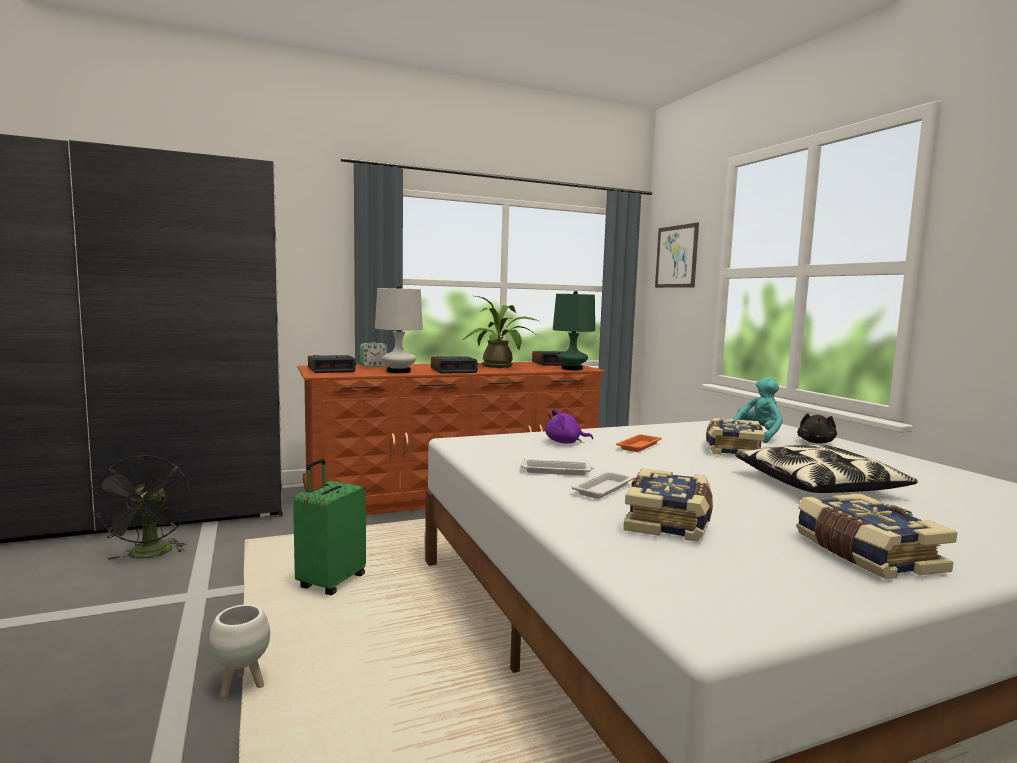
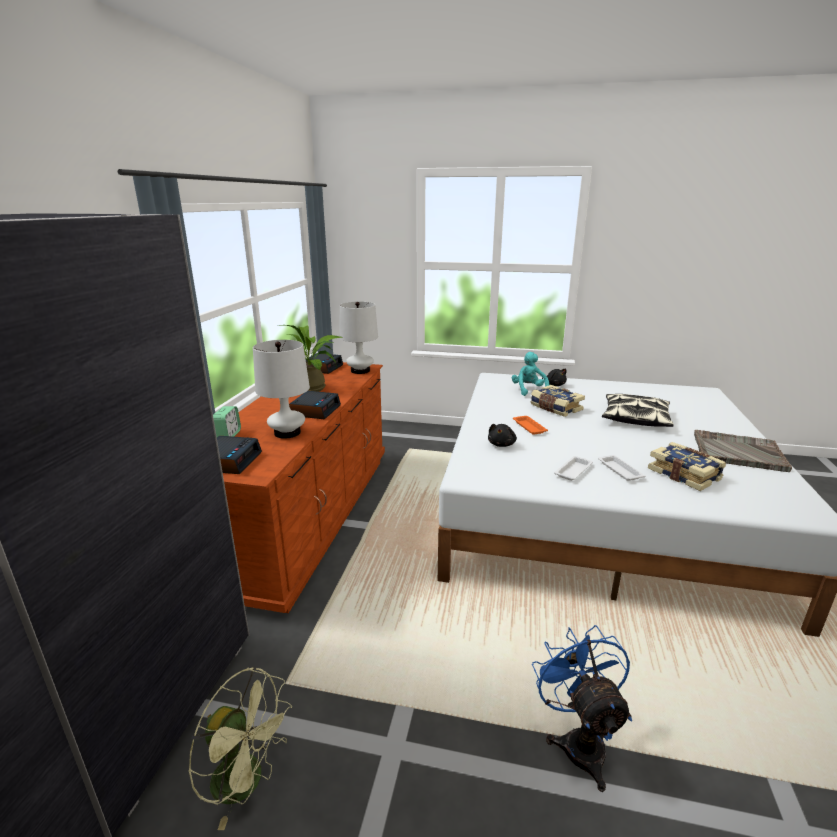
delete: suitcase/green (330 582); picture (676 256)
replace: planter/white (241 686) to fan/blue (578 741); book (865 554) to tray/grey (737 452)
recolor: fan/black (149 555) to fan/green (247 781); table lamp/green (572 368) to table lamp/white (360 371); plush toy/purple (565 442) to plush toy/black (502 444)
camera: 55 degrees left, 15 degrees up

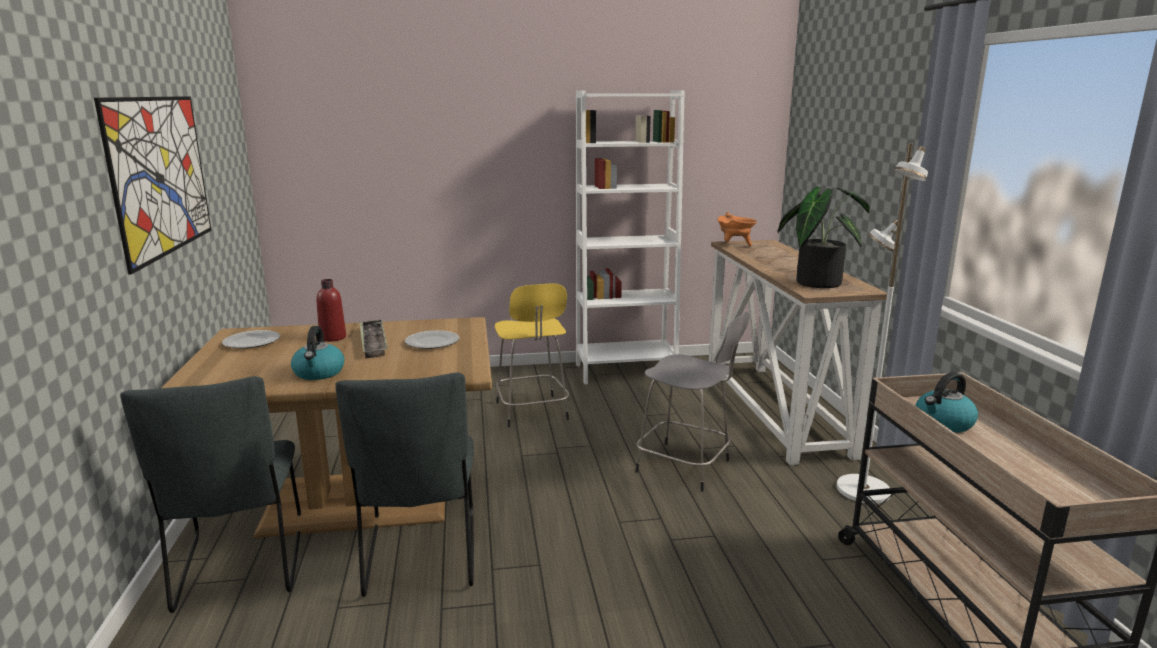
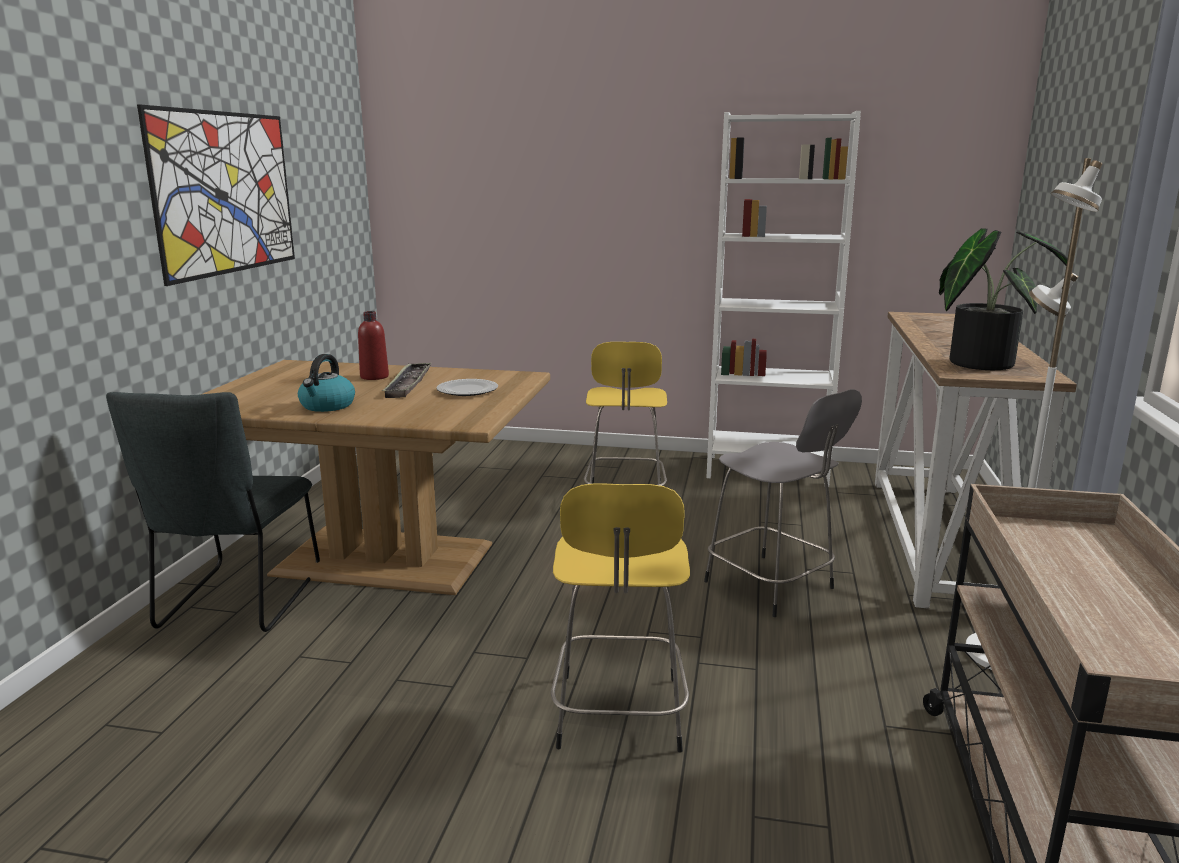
delete: plate (252 342); chair/grey (421 559); cooking pot/orange (735 245); kettle (943 423)
insert: stool/yellow (619 716)
camera: 20 degrees right, 0 degrees up

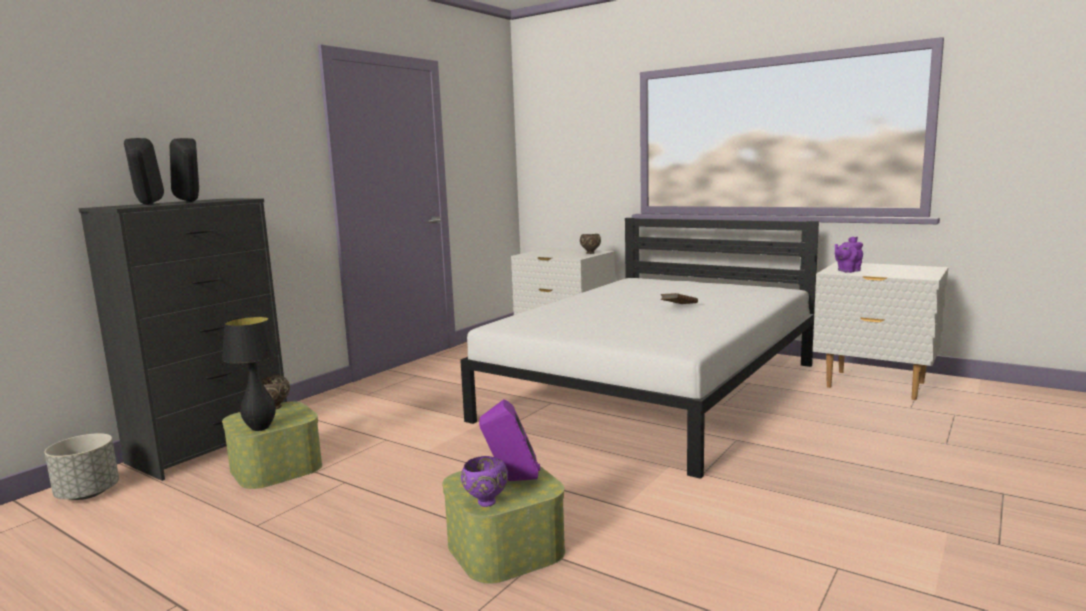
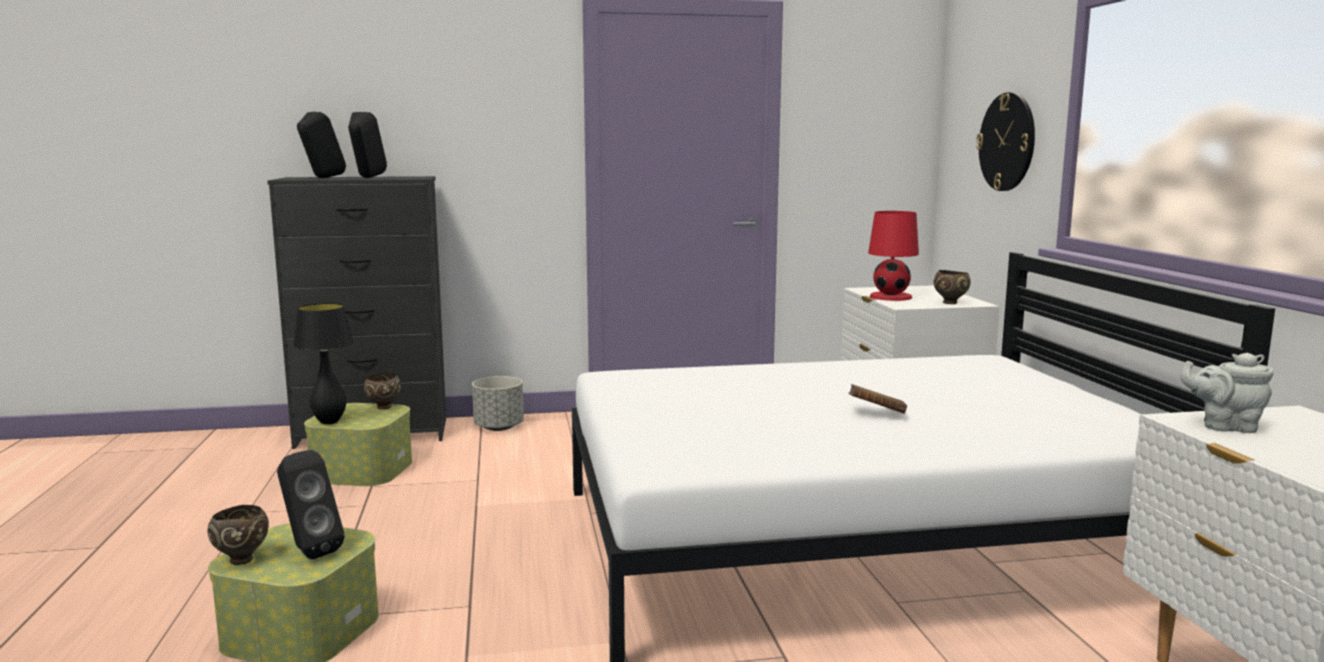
insert: table lamp/red (891 297); wall clock (1007 142)
move: planter/grey (88 493) to (499 427)
recolor: bowl/purple (485 502) to bowl/brown (241 559); speaker/purple (511 480) to speaker/black (308 551); teapot/purple (847 271) to teapot/grey (1224 426)
camera: 45 degrees right, 0 degrees up

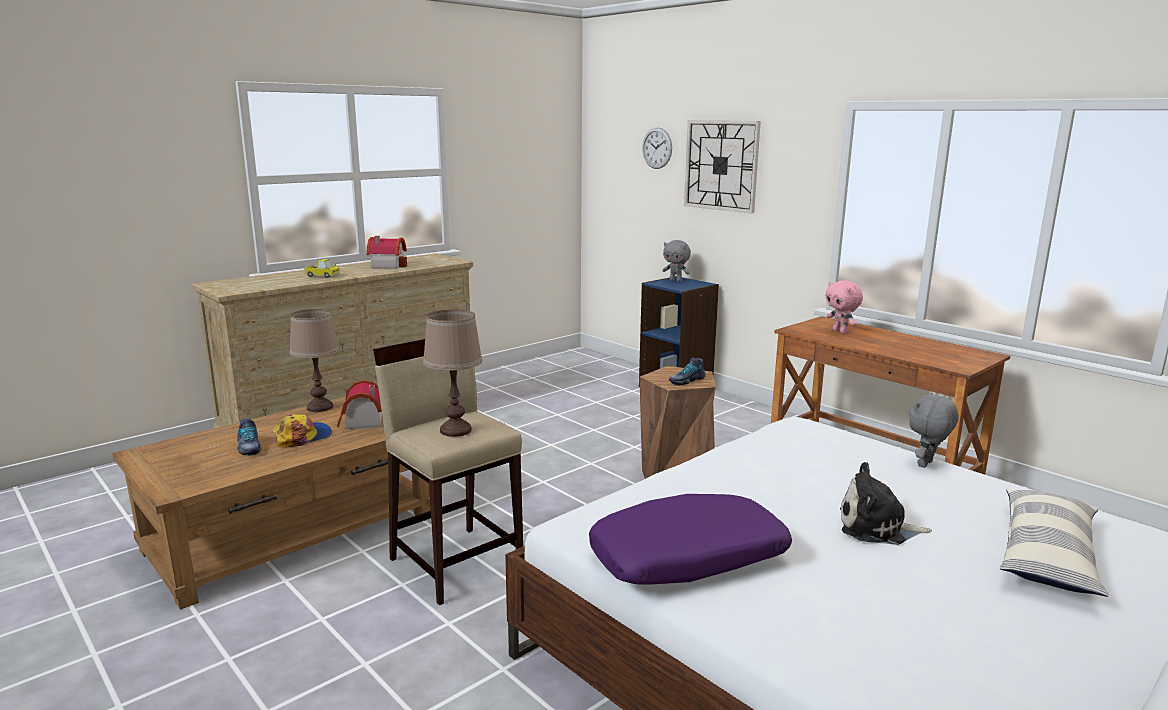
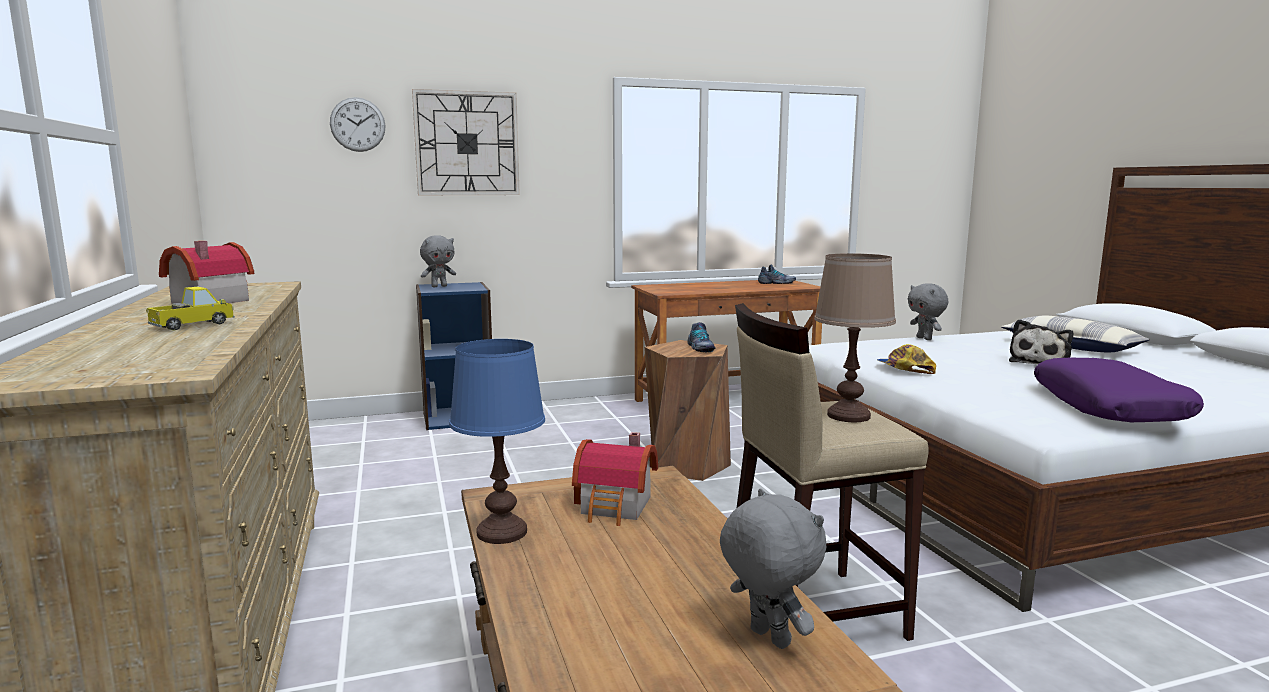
delete: plush toy/pink (840 331)
insert: plush toy/grey (767 638)
move: shoe (248 447) to (777 283); cap (303 437) to (904 369)
recolor: table lamp/brown (320 407) to table lamp/blue (502 532)
camera: 65 degrees left, 5 degrees down

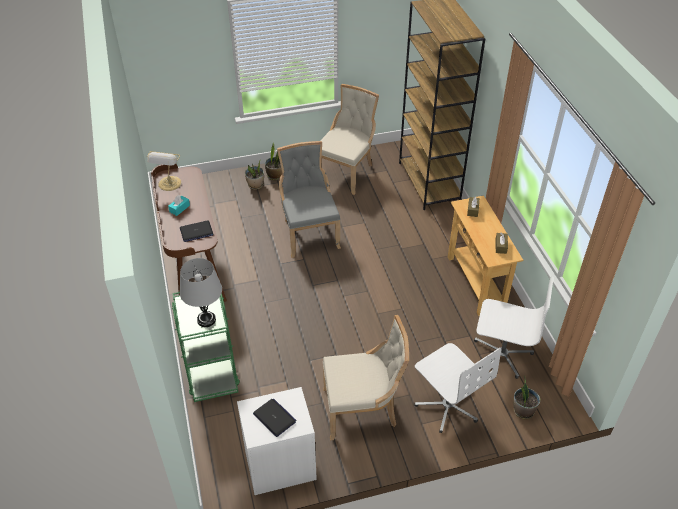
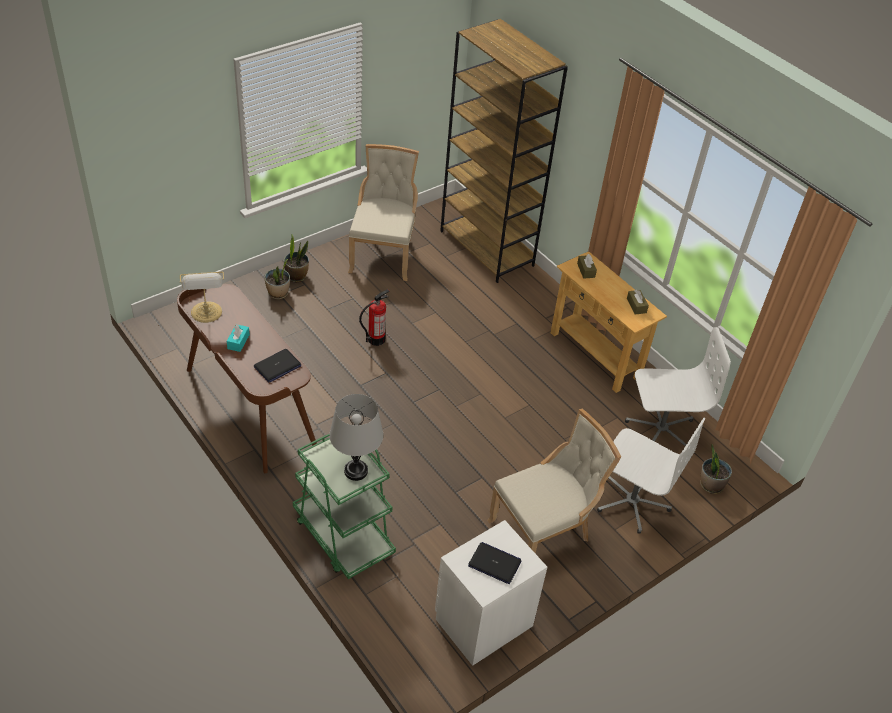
replace: chair/grey (309 233) to fire extinguisher (376 339)
camera: 25 degrees left, 0 degrees up

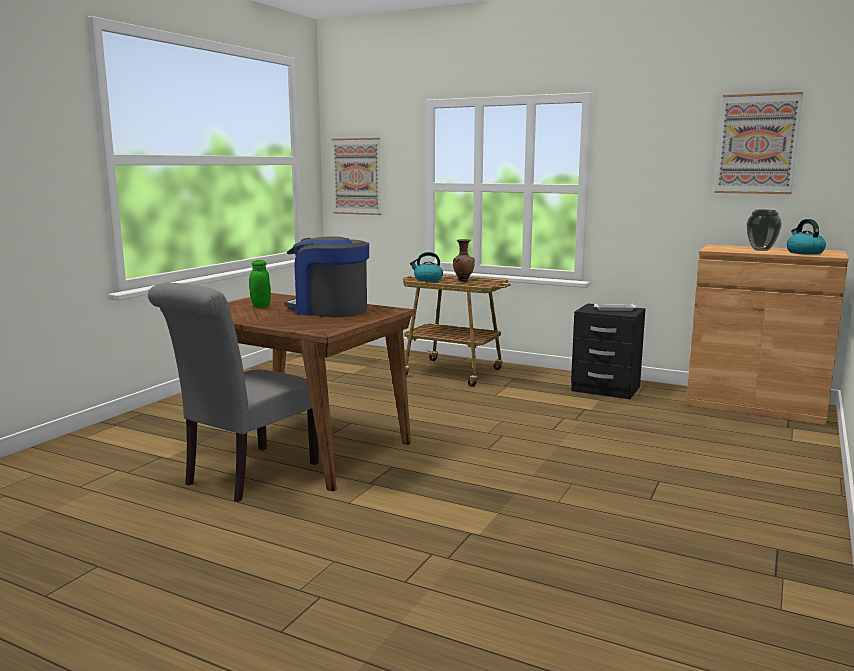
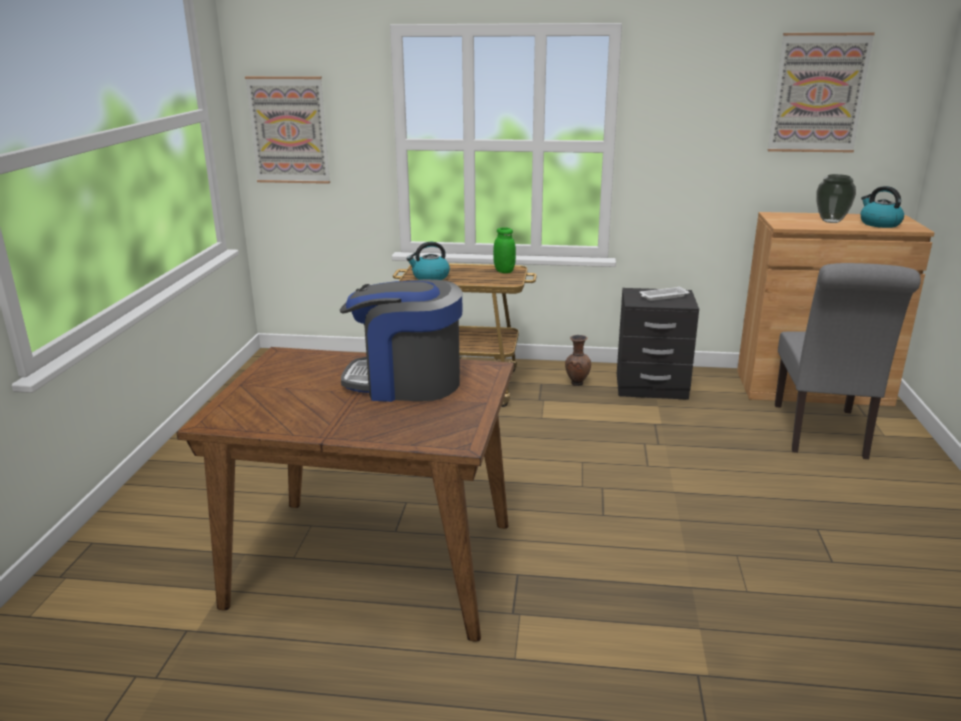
move: jar/green (261 306) to (504 271); vase/brown (463 281) to (576 383); chair/grey (246 476) to (821 434)
camera: 20 degrees left, 10 degrees up

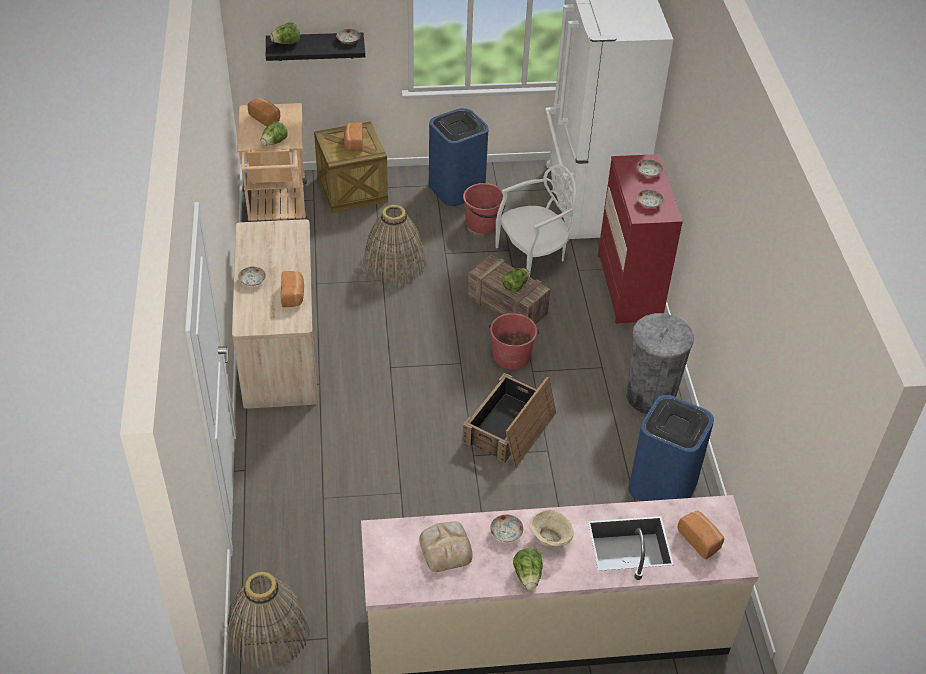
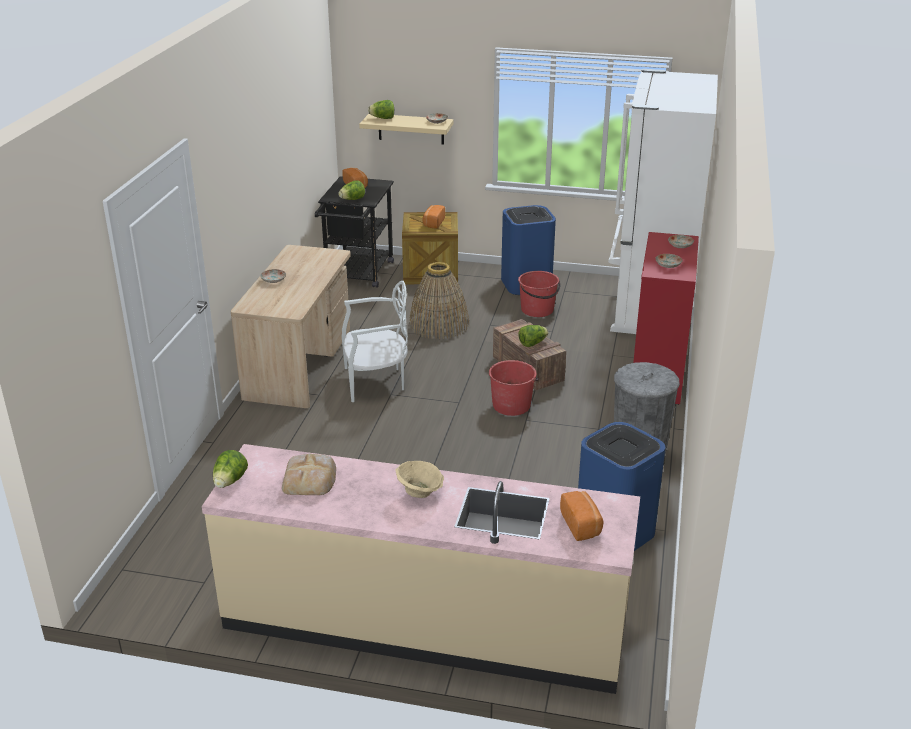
delete: basket (268 632); bread (293 295); crate (510 429); plate (506 533)
move: lettuce (528 576) to (230 481); chair/white (533 257) to (376 382)
recolor: cart/beige (277 208) to cart/black (358 275); shelf/black (315 46) to shelf/beige (411 129)
camera: 20 degrees right, 15 degrees down

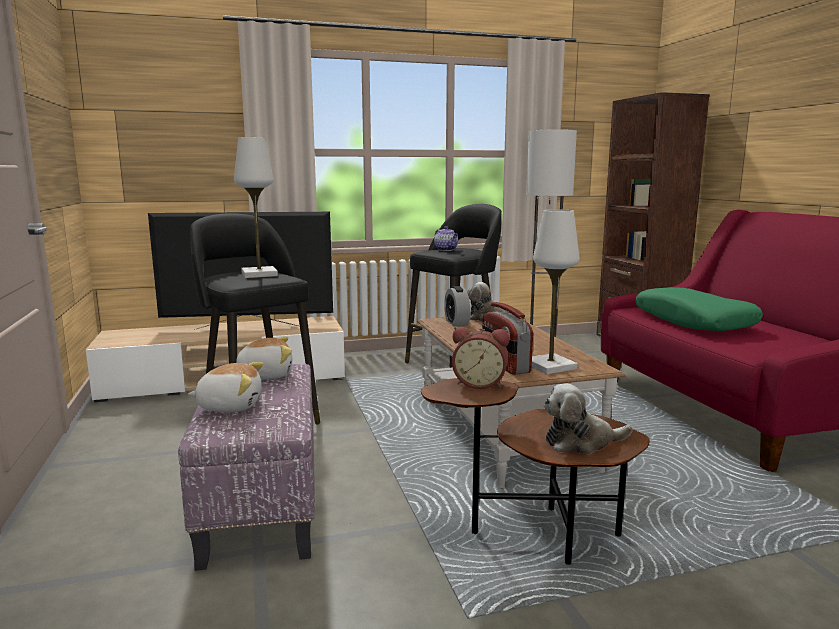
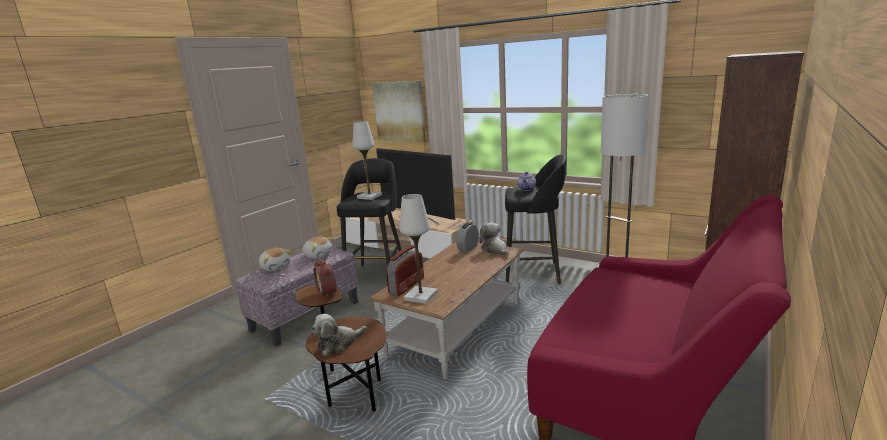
delete: pillow/green (693 321)
insert: picture (399 111)
rotate: plush toy (581 442) = (338 344) 75 degrees counterclockwise
camera: 50 degrees right, 5 degrees up

